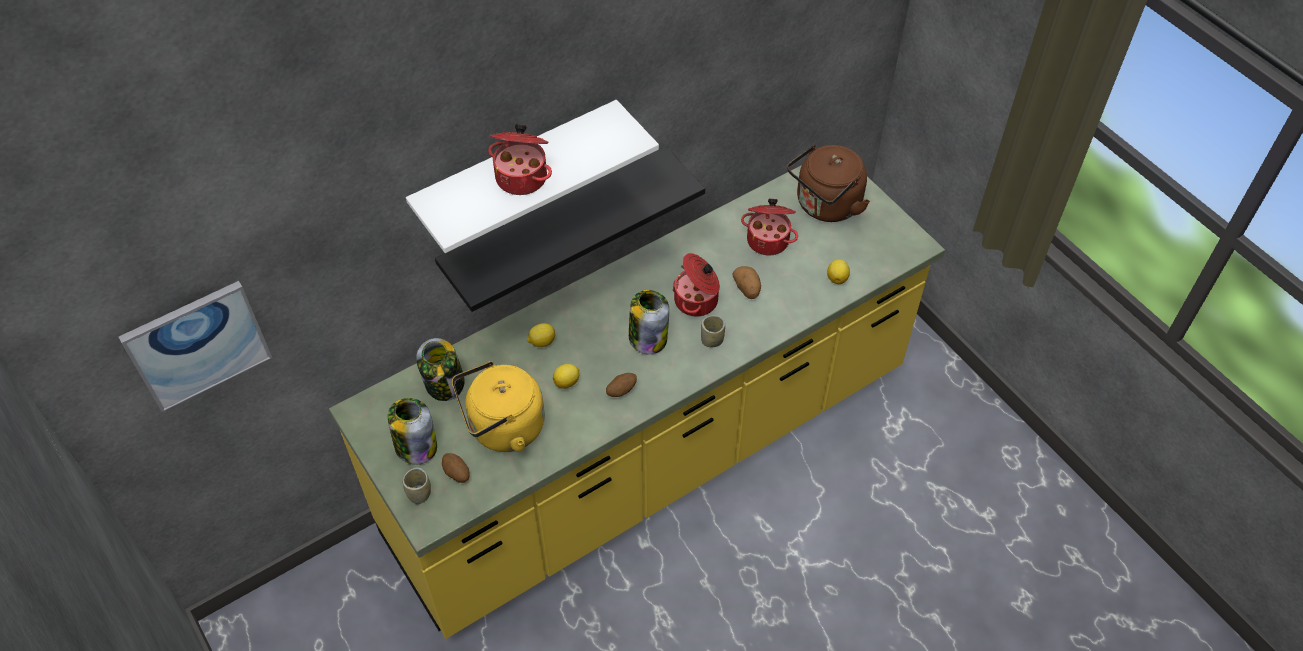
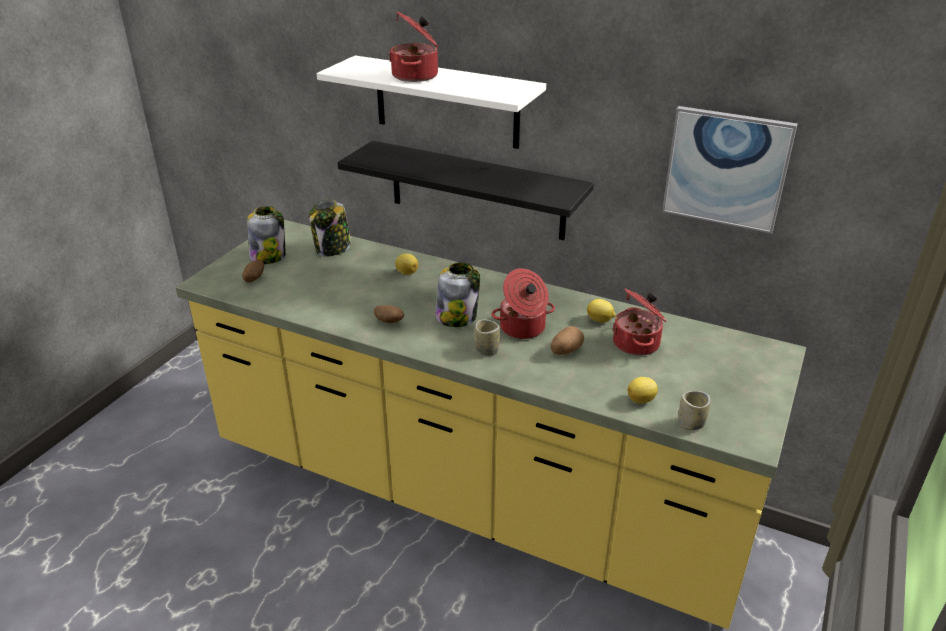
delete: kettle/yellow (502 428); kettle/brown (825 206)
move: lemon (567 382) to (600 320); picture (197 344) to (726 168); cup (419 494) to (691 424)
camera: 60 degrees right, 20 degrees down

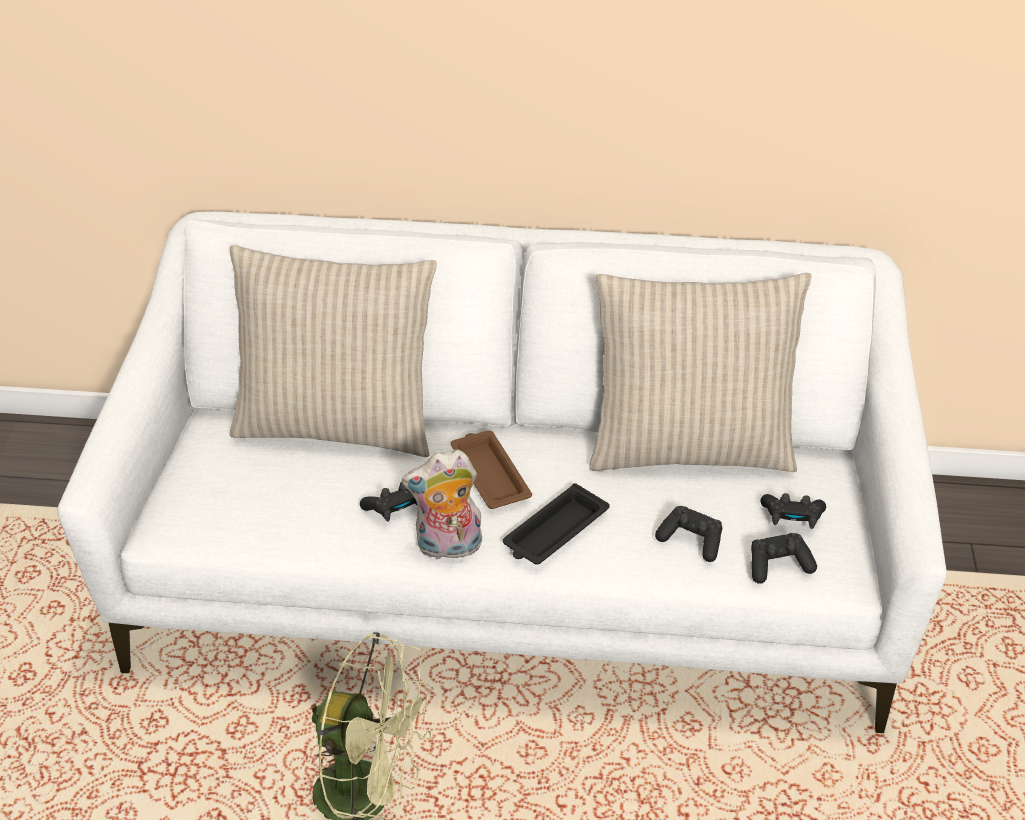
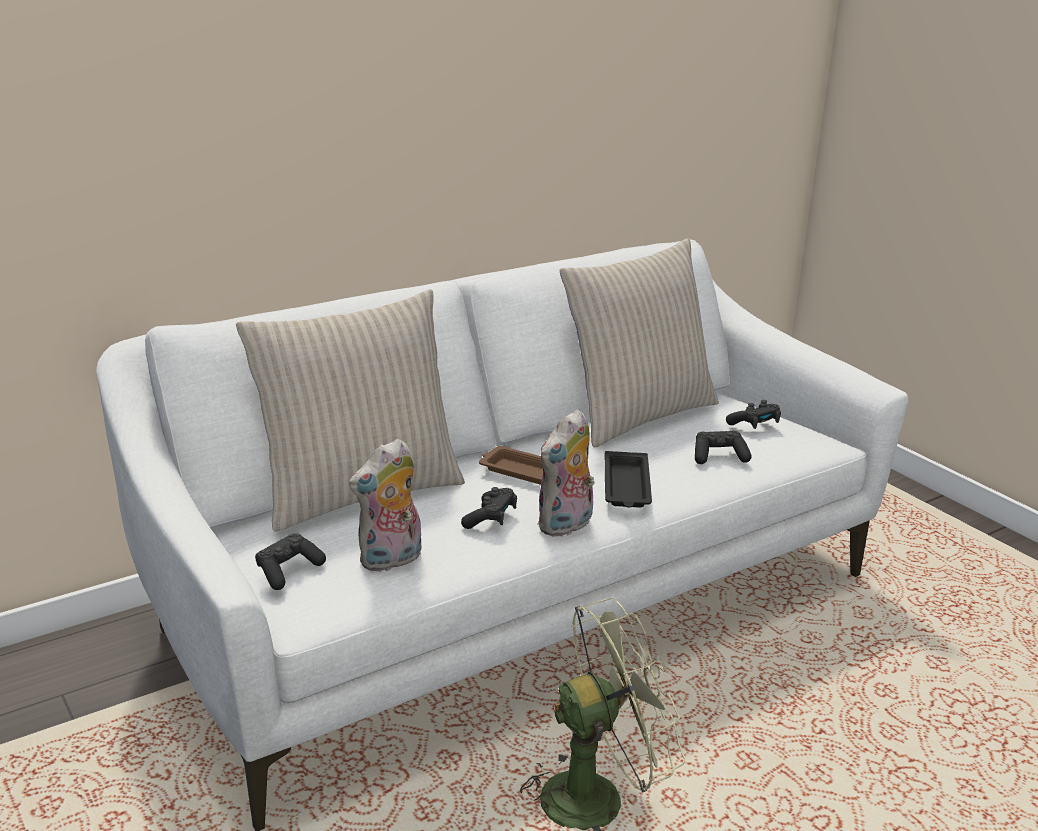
insert: plush toy (391 560)
move: game controller/black (778 566) to (288 571)
camera: 40 degrees left, 15 degrees down

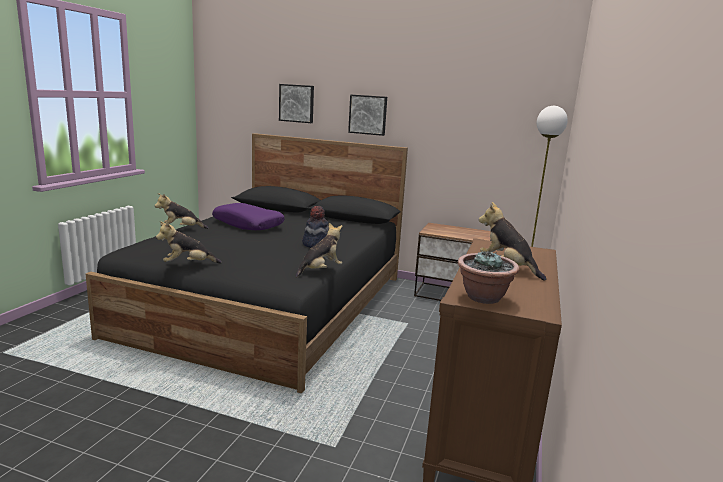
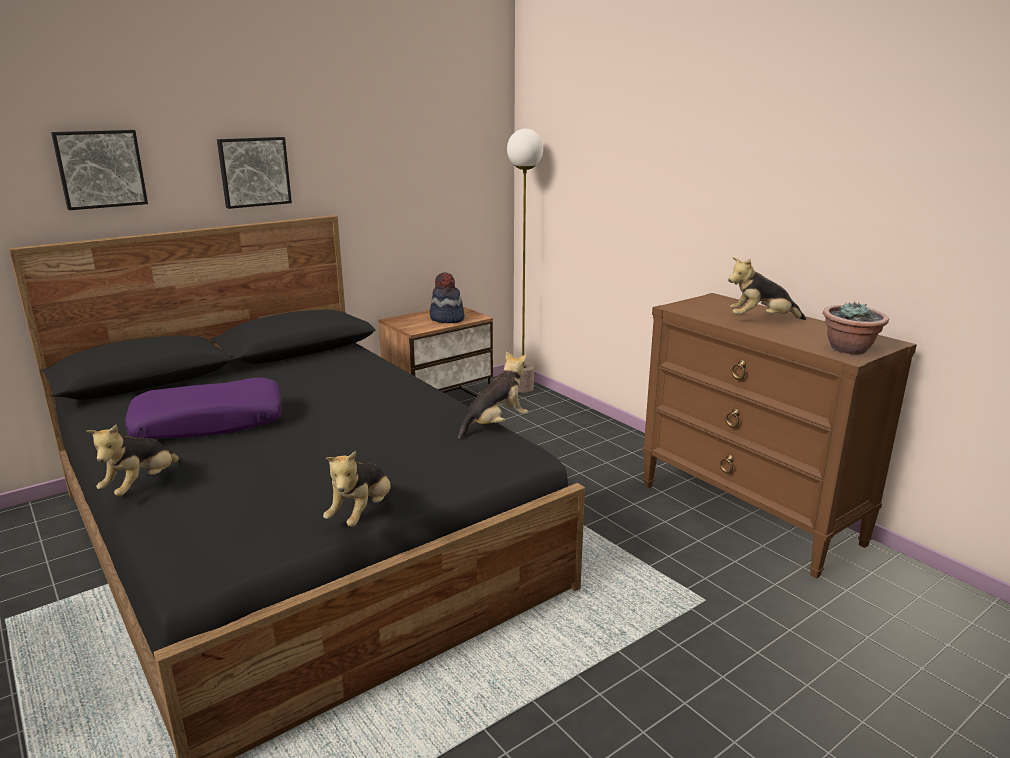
move: hat (316 244) to (447 319)
rotate: plush toy (320 270) = (495 425) 60 degrees clockwise
camera: 55 degrees left, 5 degrees up

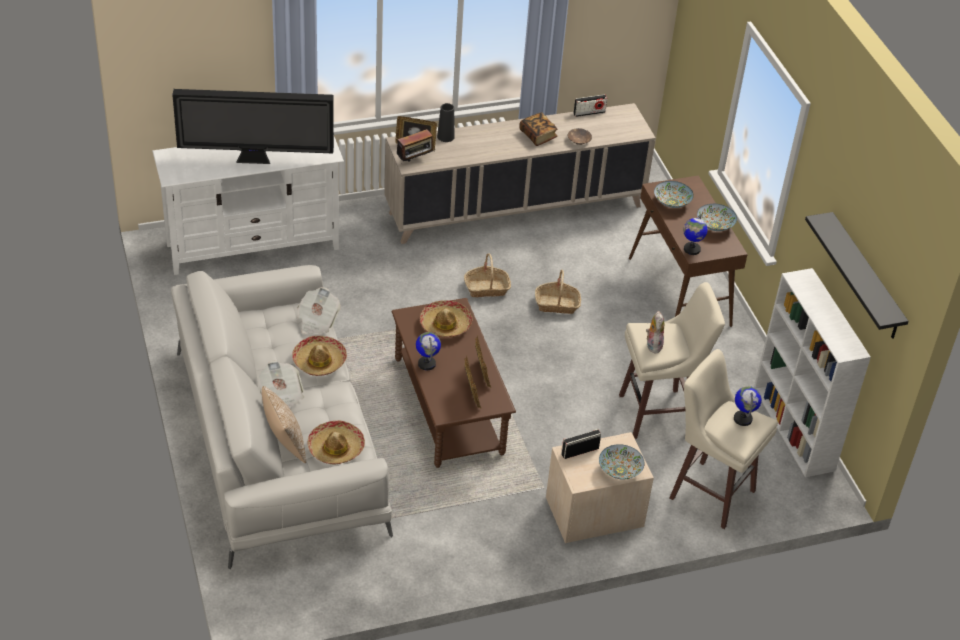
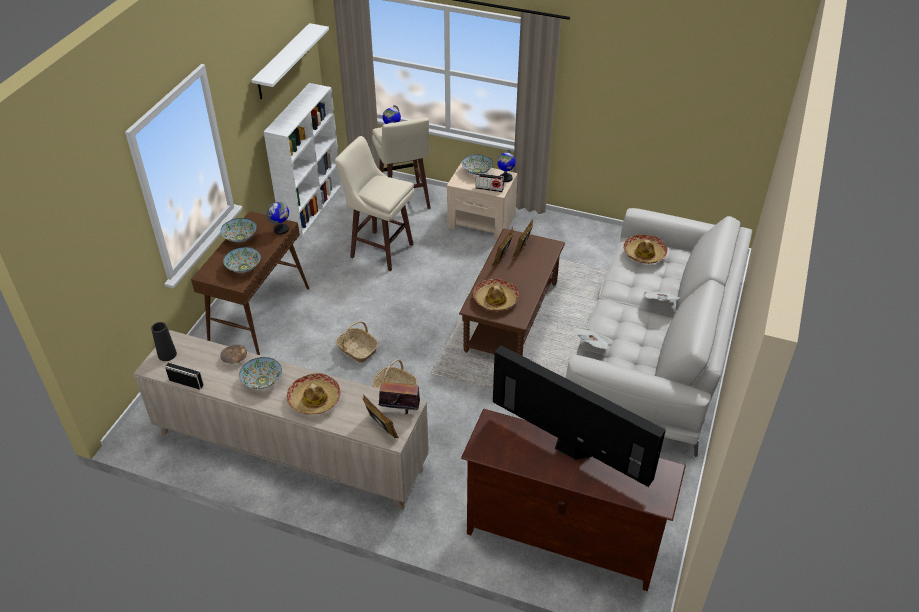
delete: pillow (284 444); plush toy (653 345)
move: vase/black (445 136) to (167 354); hat (319 361) to (314 399); globe (427 364) to (505 178)
replace: book (538 136) to bowl (262 381)
recolor: shelf/black (865 278) to shelf/white (283 62); tv stand/white (253 246) to tv stand/brown (561 540)
camera: 140 degrees left, 0 degrees up

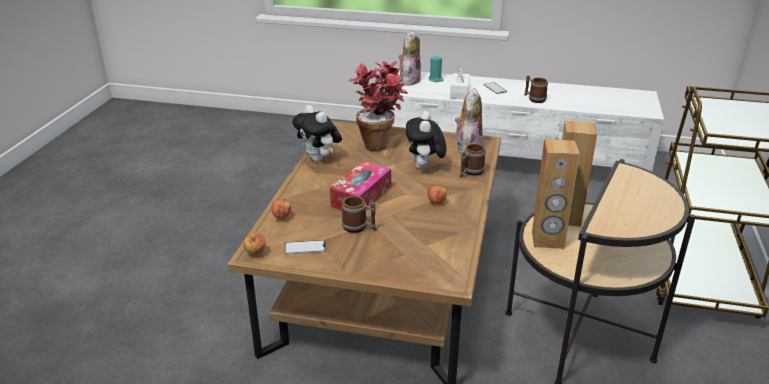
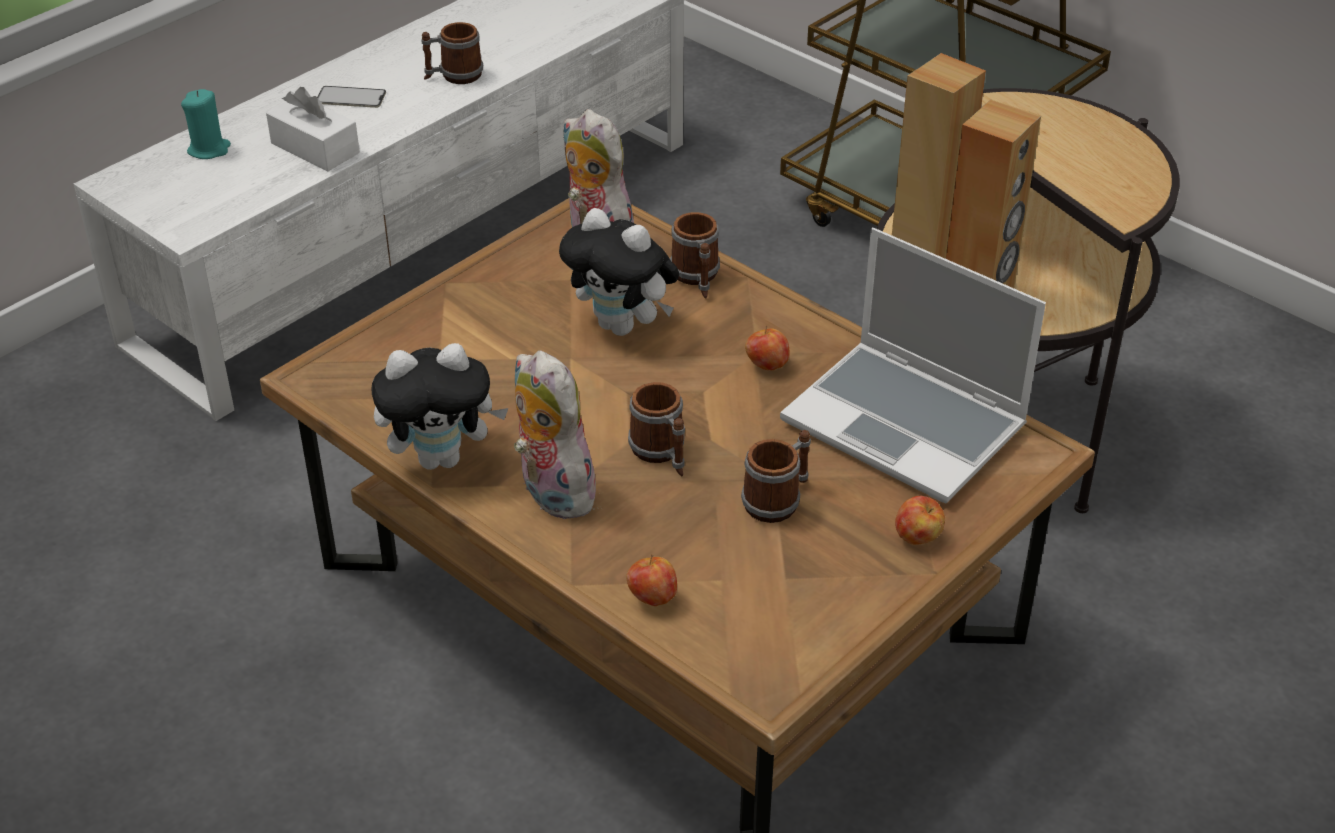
delete: phone (305 247); potted plant (380 143)
insert: laptop (907 424)
move: plush toy (409 80) to (551 492); apple (255 252) to (918 537)
replace: tissue box (361 196) to mug (662 453)
camera: 60 degrees left, 10 degrees up

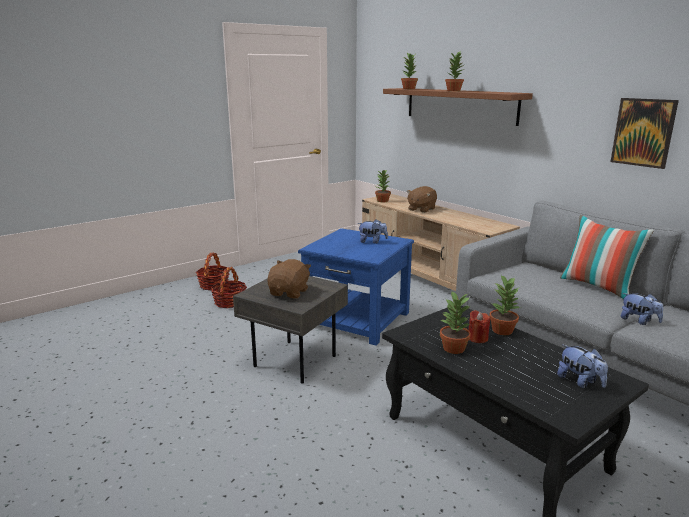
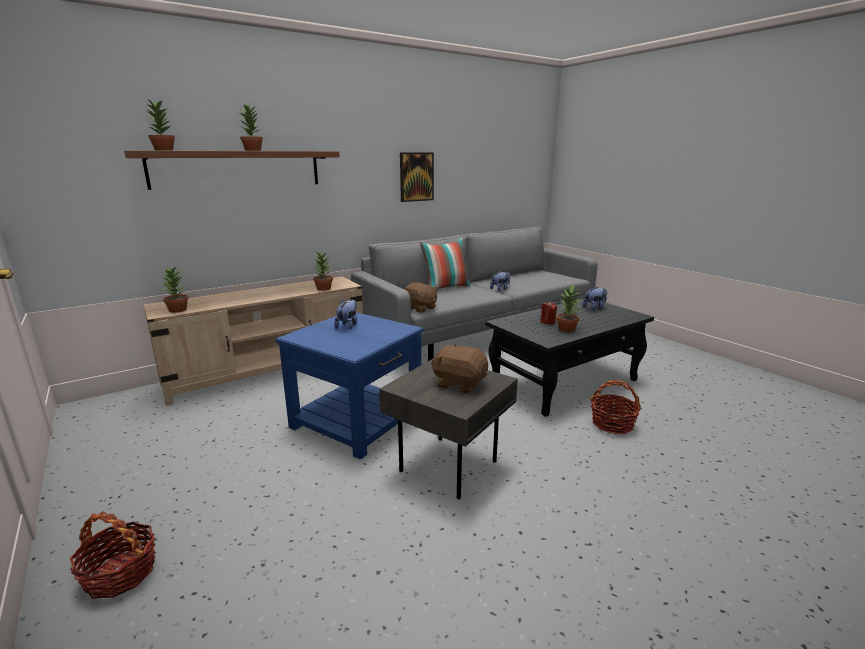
move: potted plant (502 330) to (323 288); plush toy/brown (421 209) to (419 308); basket (230 302) to (612 424)
camera: 85 degrees left, 0 degrees up

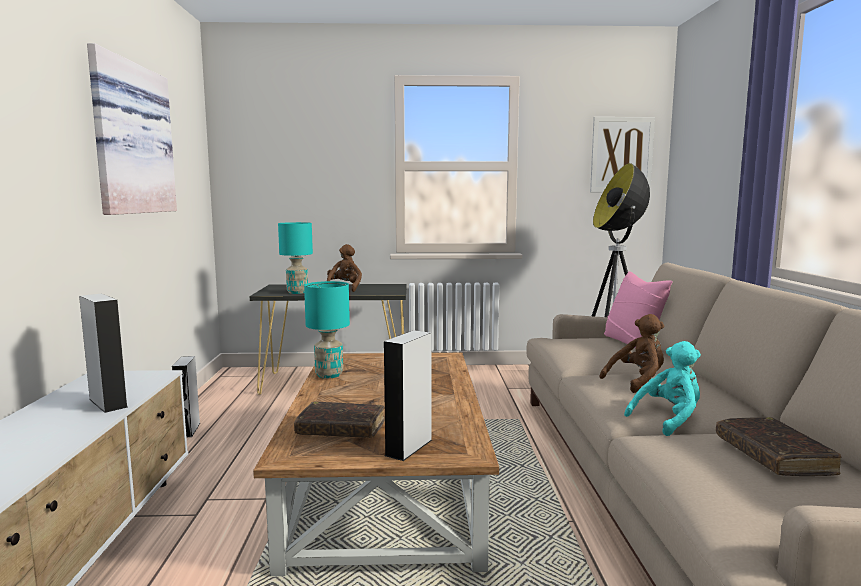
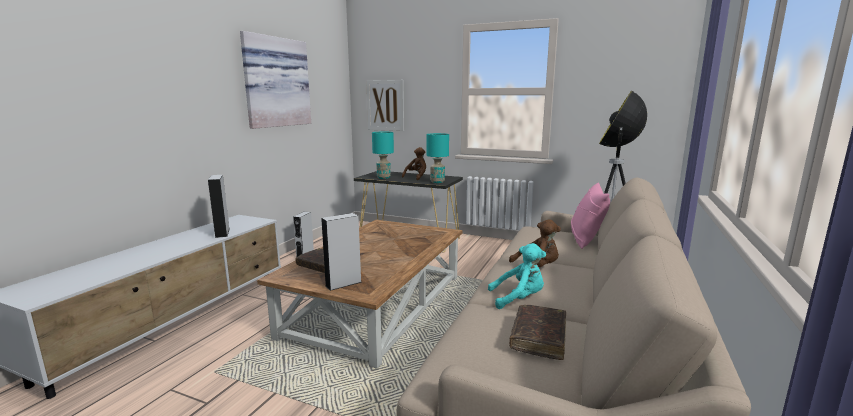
move: picture (621 155) to (385 105); table lamp/turquoise (329 375) to (437 182)
camera: 25 degrees right, 5 degrees up

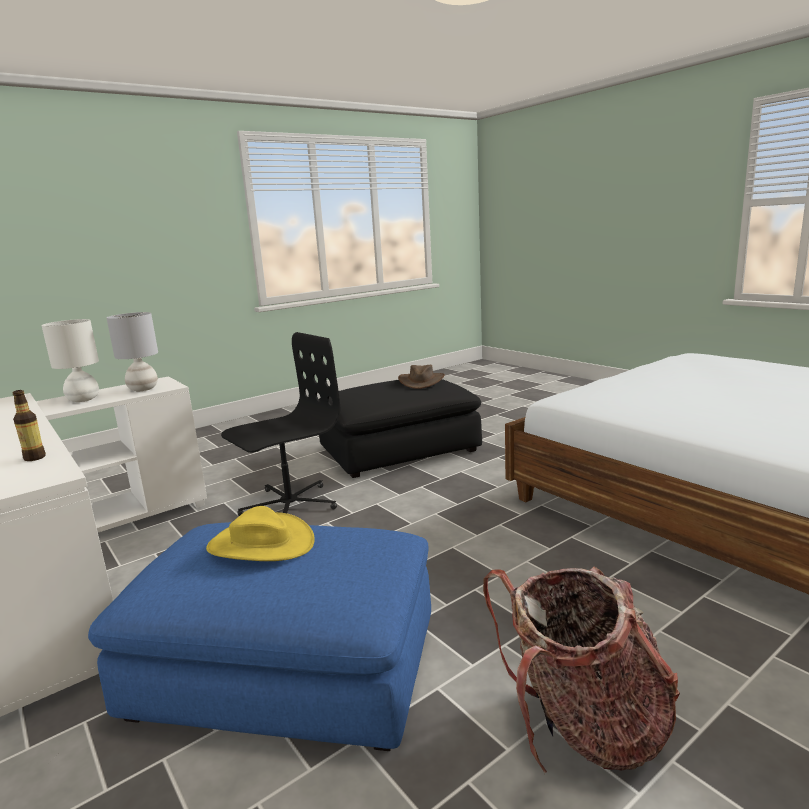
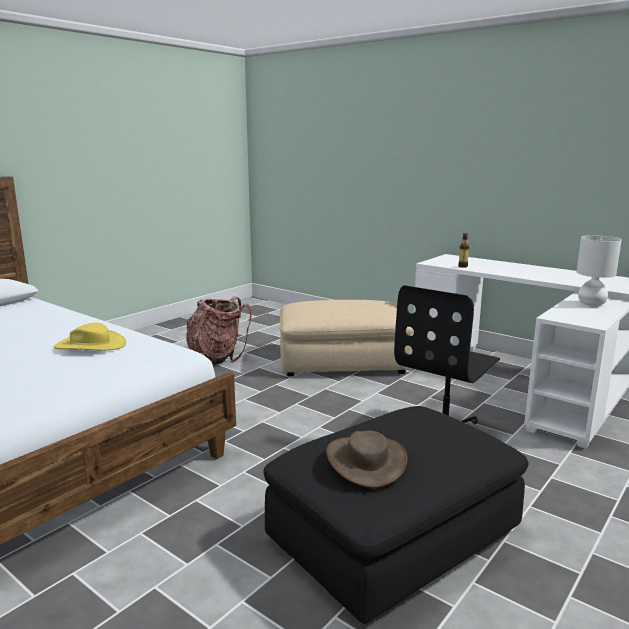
delete: table lamp/grey (143 389)
move: hat/yellow (261 544) to (90 345)
recolor: ottoman/blue (285 669) to ottoman/beige (342 360)
camera: 165 degrees right, 0 degrees up

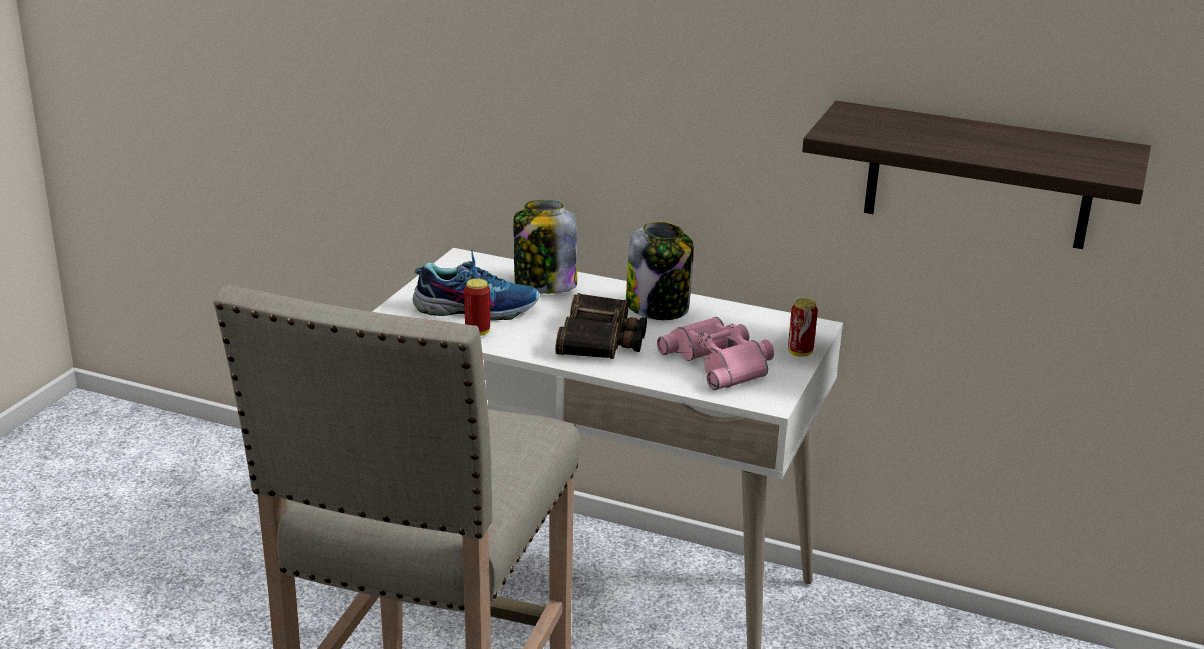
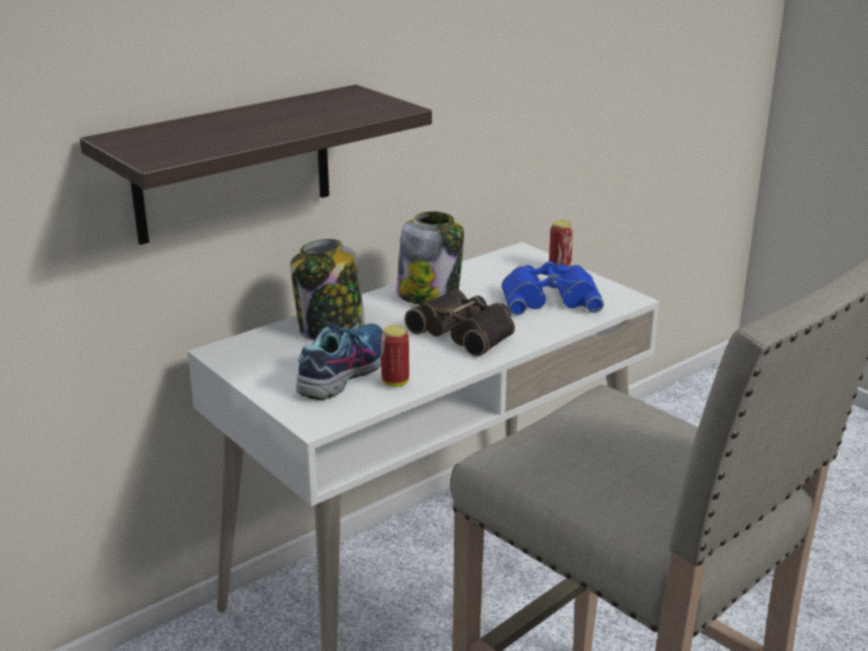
move: shelf (979 176) to (233 164)
recolor: binoculars/pink (721 362) to binoculars/blue (550 297)
camera: 60 degrees left, 0 degrees up

